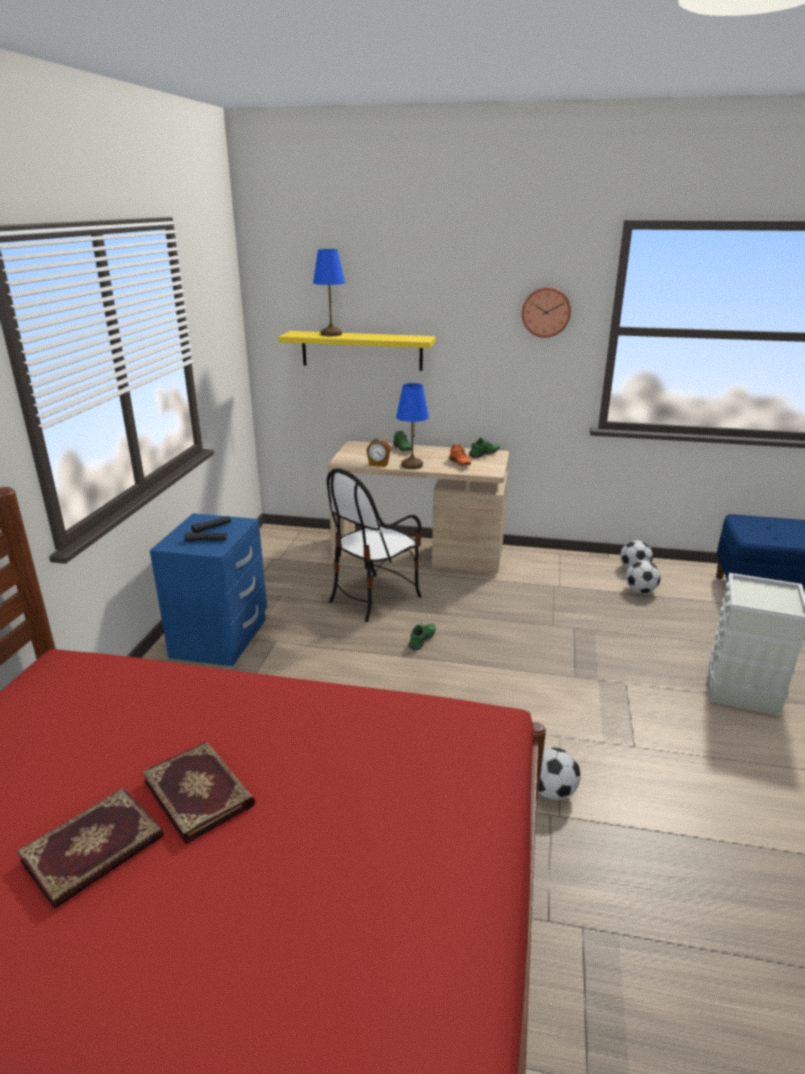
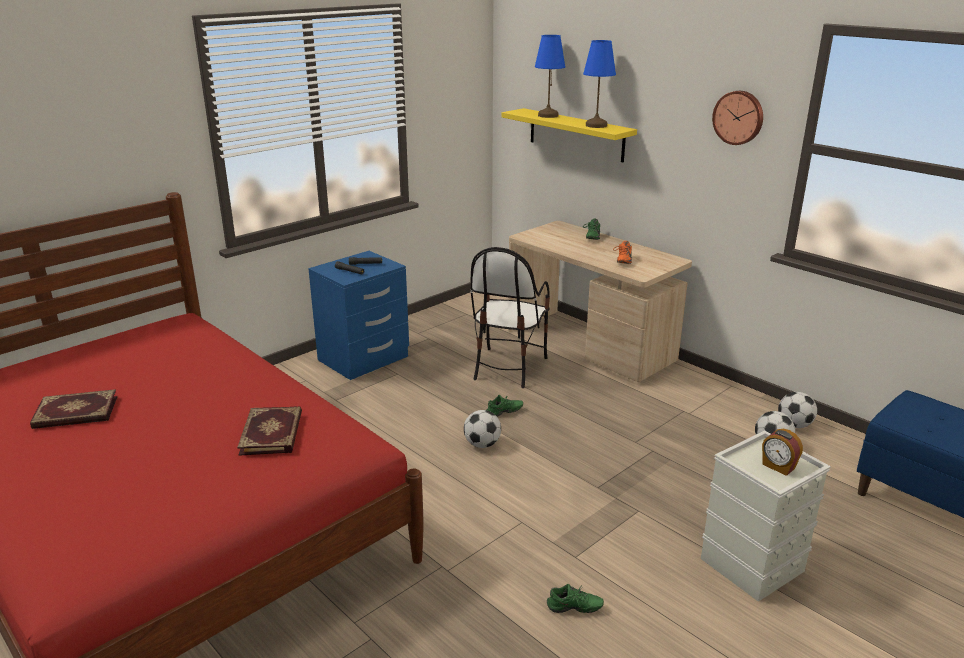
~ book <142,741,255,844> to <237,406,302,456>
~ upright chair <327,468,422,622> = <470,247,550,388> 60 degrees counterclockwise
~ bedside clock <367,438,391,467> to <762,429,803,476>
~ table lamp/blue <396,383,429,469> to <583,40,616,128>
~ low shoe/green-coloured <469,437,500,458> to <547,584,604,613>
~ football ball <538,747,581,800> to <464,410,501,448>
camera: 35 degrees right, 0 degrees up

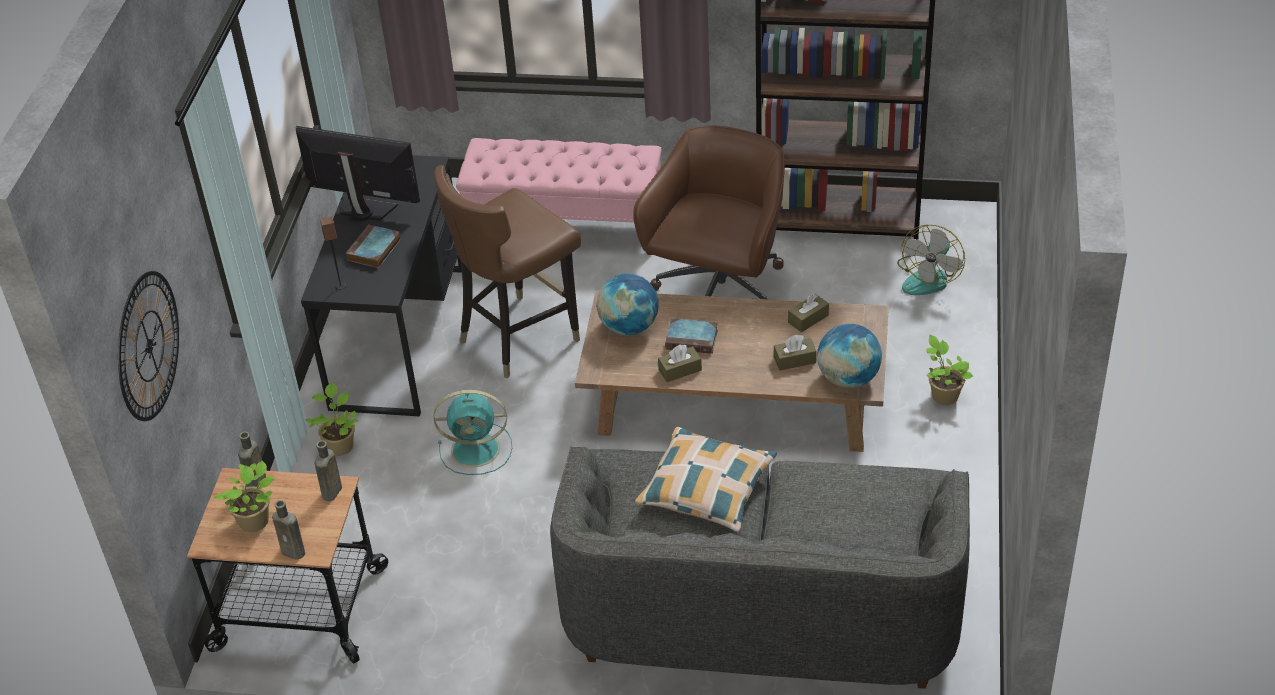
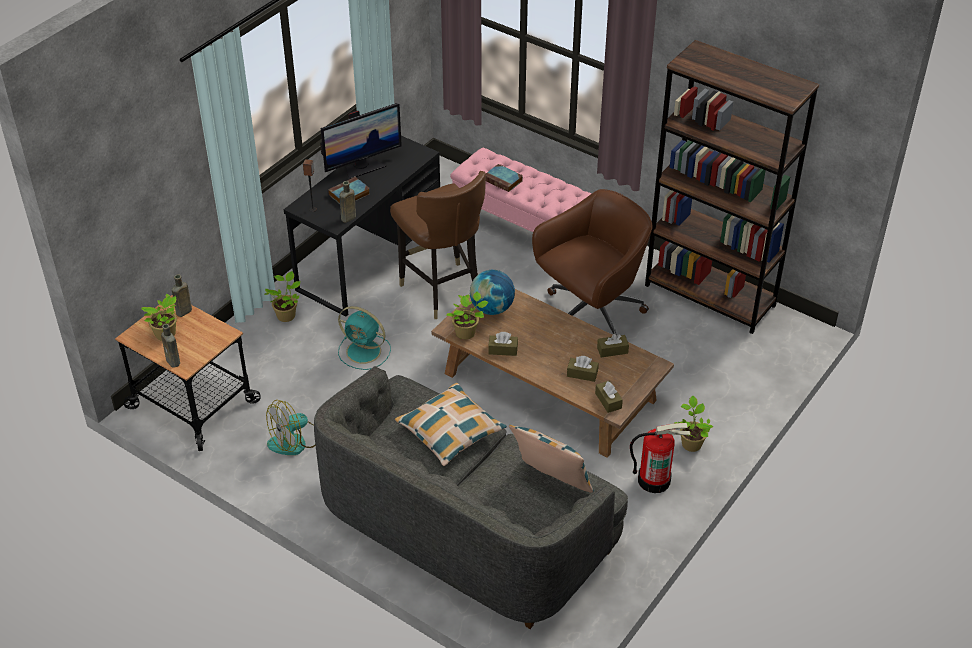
- hanging clock <118,271,179,421>
~ computer display <296,126,420,221> = <320,103,402,179> 105 degrees clockwise
~ beverage bottle/brownish <314,440,342,501> to <339,181,356,223>
~ upright chair/brownish <434,165,581,378> = <390,171,486,319> 105 degrees counterclockwise
~ book <665,318,718,354> to <486,164,523,192>
~ world globe <817,324,882,388> to tissue holder/brownish <595,381,623,413>
~ electric fan <897,225,965,295> to <266,400,316,455>
+ potted plant <446,291,489,339>
+ cushion <509,425,594,493>
+ fire extinguisher <630,423,690,493>
camera: 25 degrees right, 0 degrees up

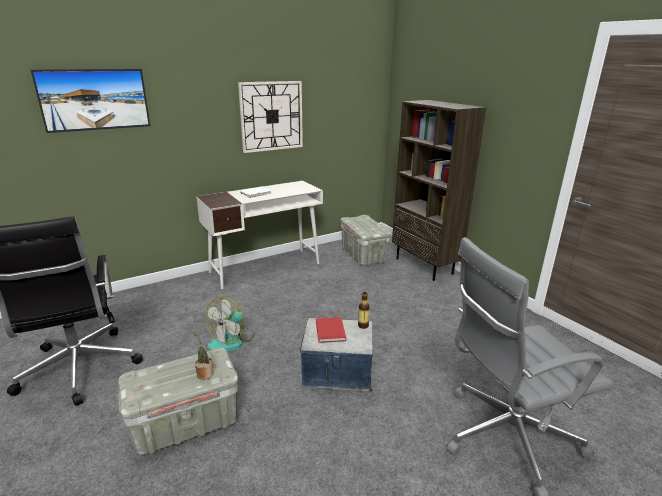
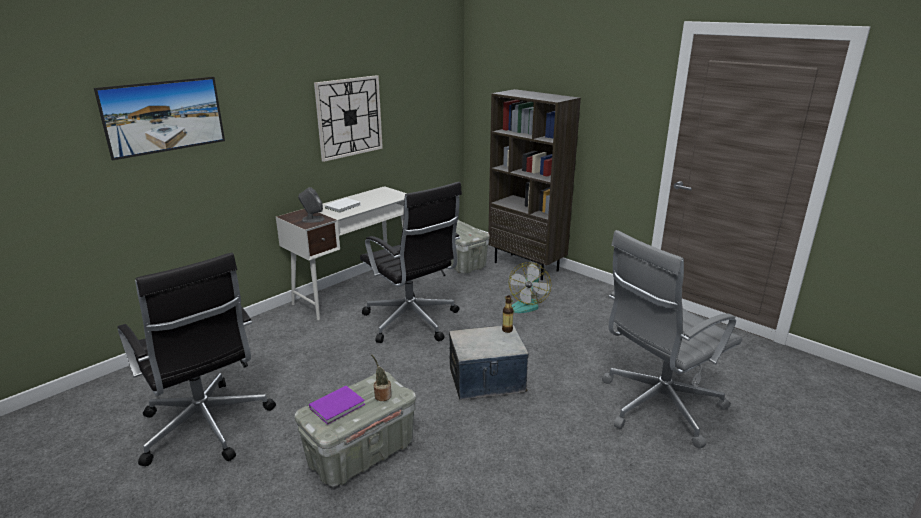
~ electric fan <206,296,255,351> to <505,262,551,313>
- book/reddish <316,317,346,343>
+ speaker/greyish <298,187,324,222>
+ book/purple <309,386,365,425>
+ computer chair/blackish <360,182,462,343>
camera: 15 degrees left, 0 degrees up

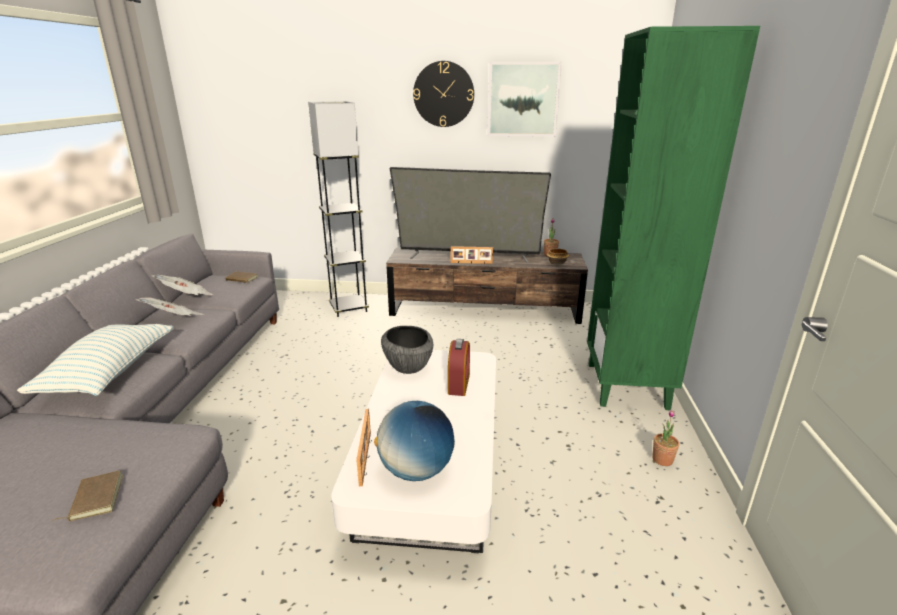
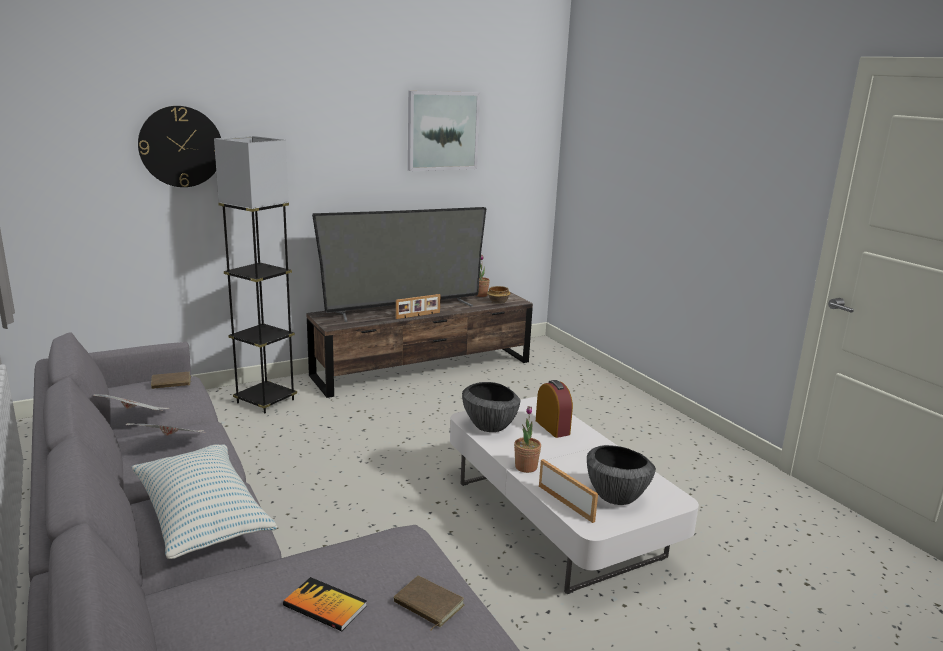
~ world globe <374,401,455,481> to bowl <587,445,656,505>
~ hanging clock <413,61,474,127> to <138,106,221,187>
- bookshelf/green-coloured <587,26,760,410>
~ potted plant <652,410,679,466> to <514,406,541,473>
+ book <283,577,367,631>
camera: 35 degrees left, 5 degrees down

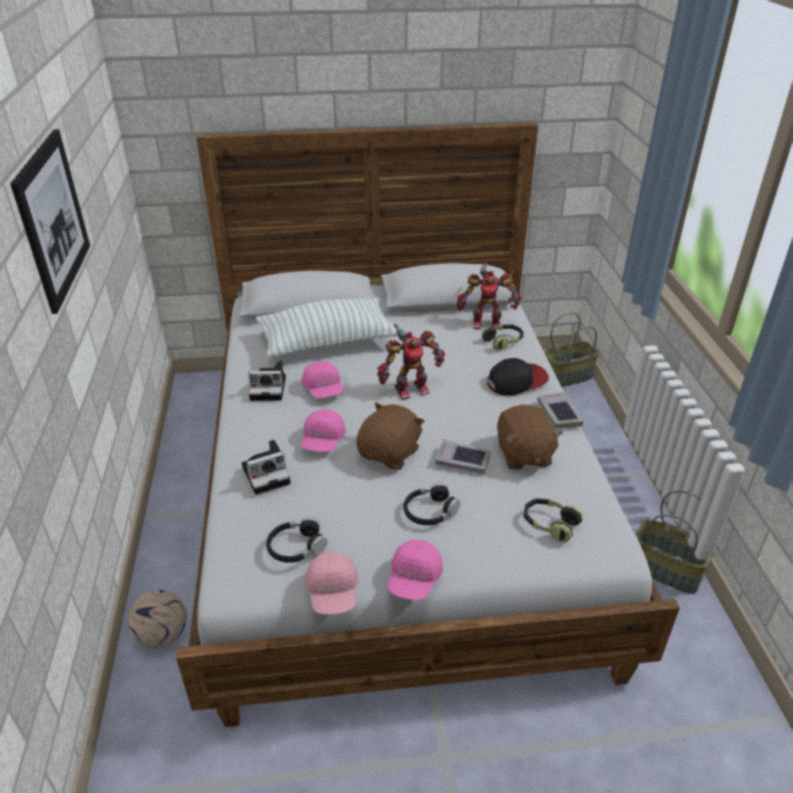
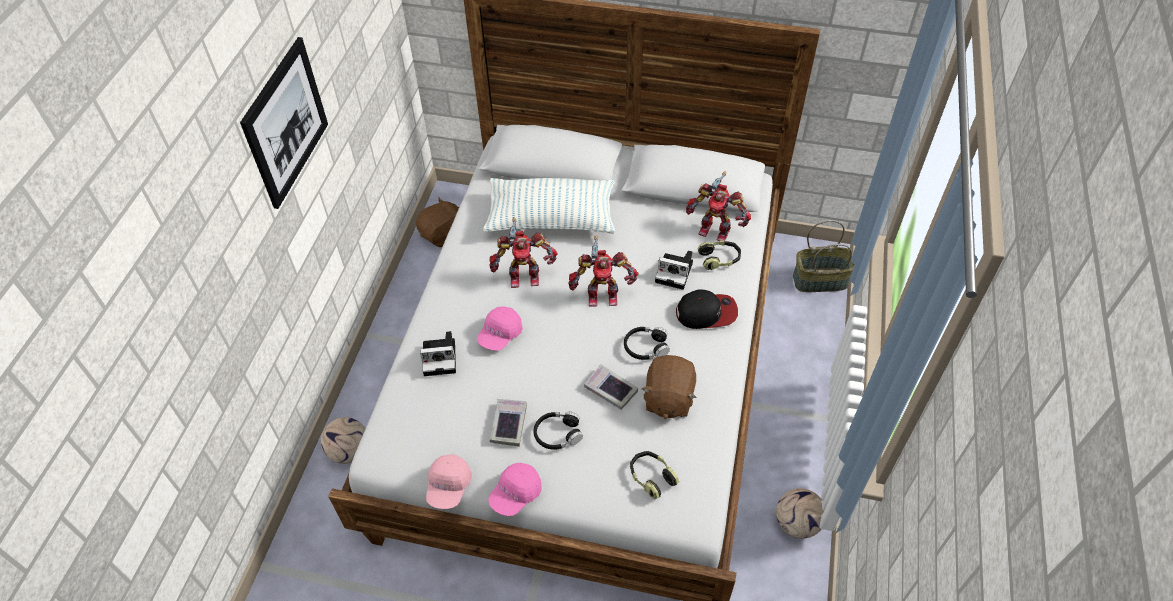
~ still camera <248,361,286,401> to <655,251,693,290>
~ headset/blackish <266,517,327,563> to <624,327,670,360>
~ baseball cap/pink-coloured <302,361,343,399> to robot figure <489,218,558,288>
~ cuddly toy/brownish <356,402,425,470> to <416,198,459,247>
~ book <537,392,583,428> to <490,399,527,447>
~ household basket <636,490,714,594> to football ball <776,488,824,539>
camera: 20 degrees right, 15 degrees up

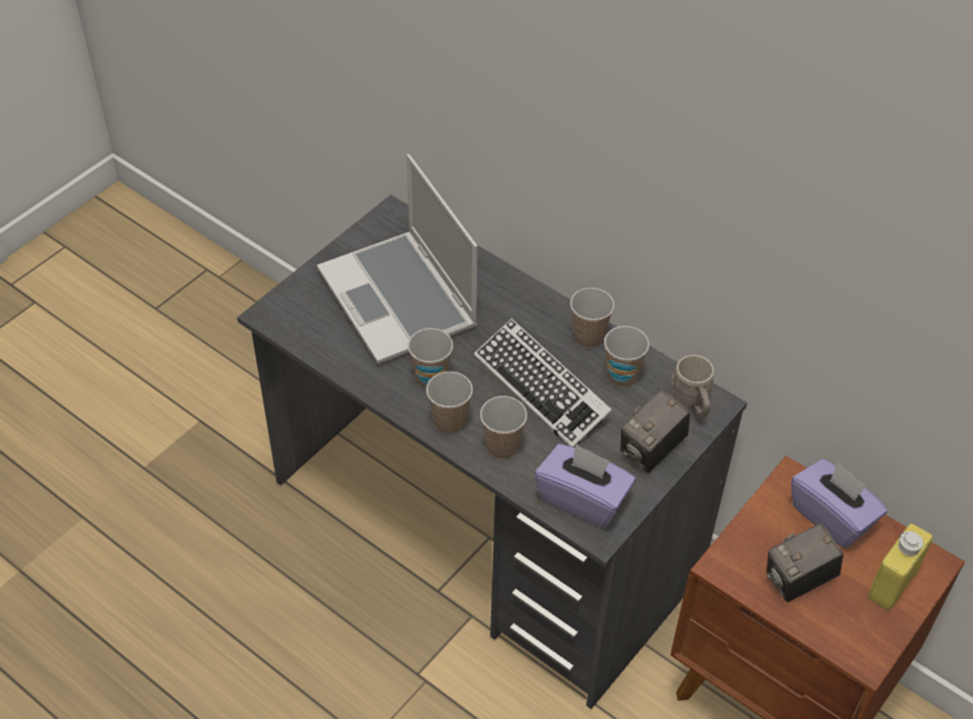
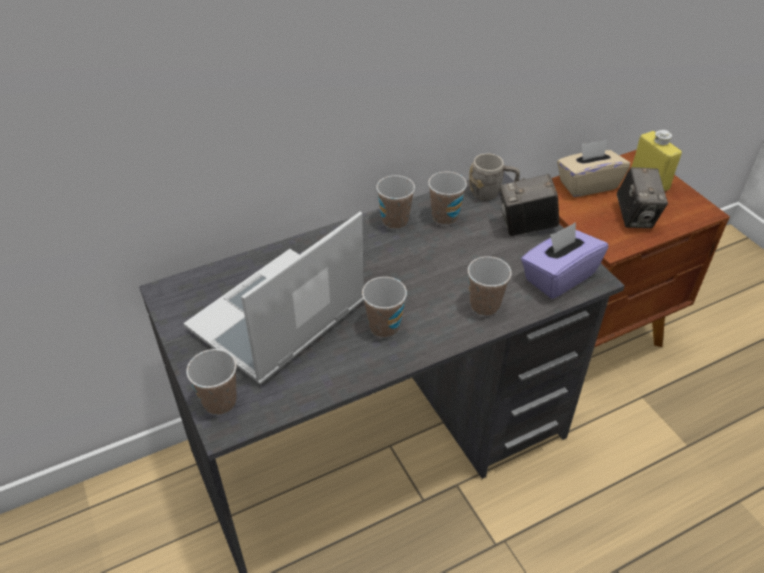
~ laptop <317,154,477,364> = <183,212,364,385> 135 degrees clockwise
~ small cup <426,371,473,434> to <186,349,237,415>
- PC keyboard <474,318,612,447>
~ still camera <620,389,690,473> = <500,174,559,236> 105 degrees clockwise
~ tissue holder/purple <791,459,888,548> to tissue holder/beige-coloured <557,140,630,197>
camera: 65 degrees left, 5 degrees down

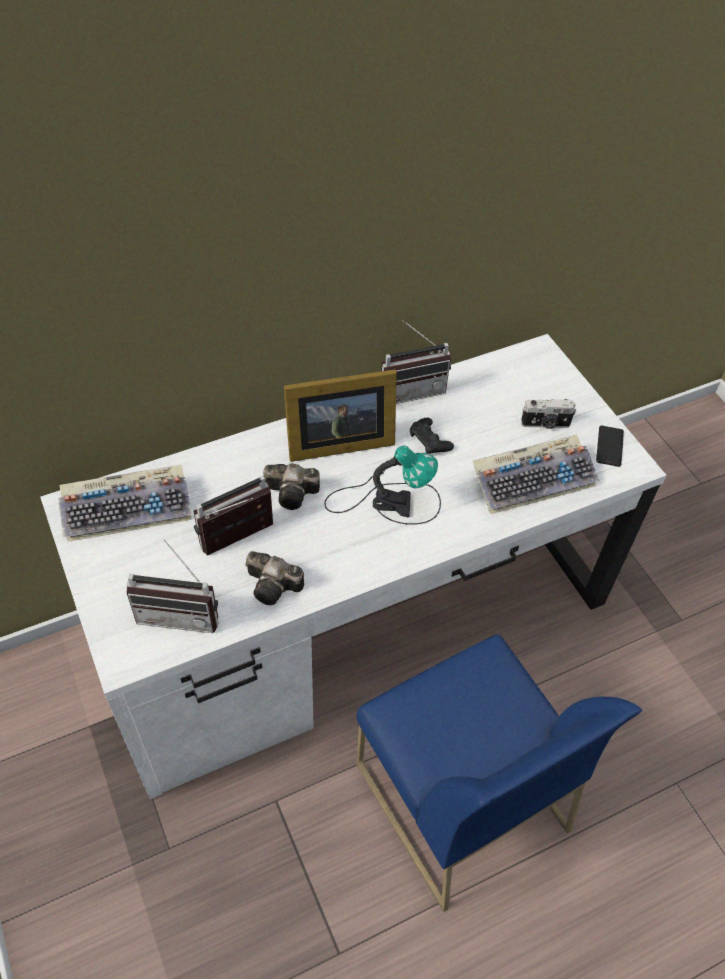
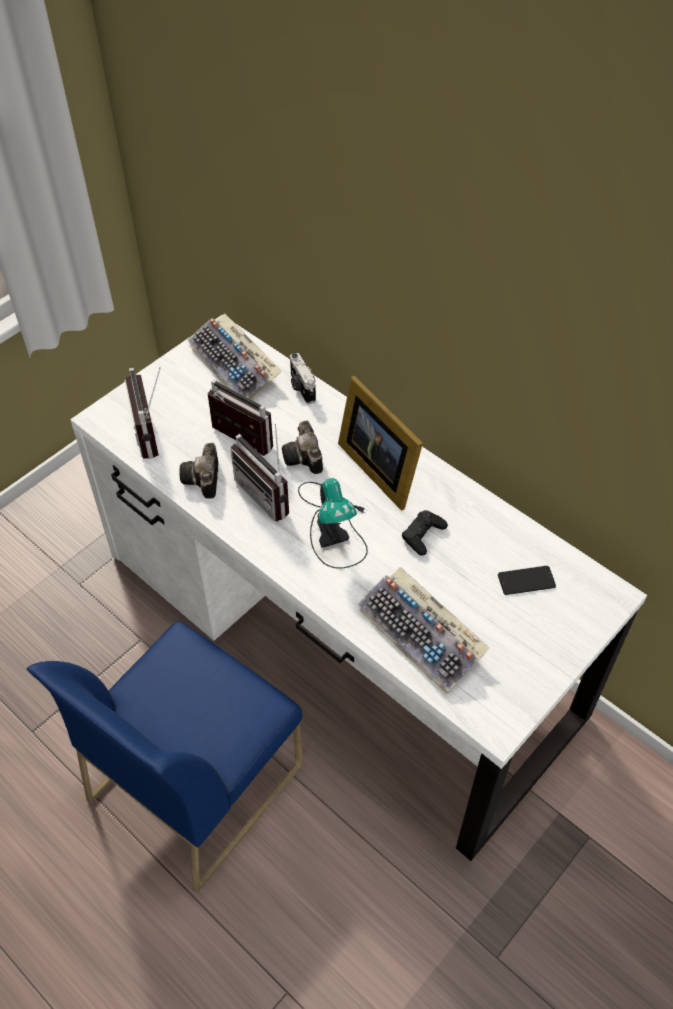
~ radio set <381,320,451,404> to <231,424,289,522>
~ still camera <521,399,576,429> to <290,353,316,404>
~ telephone <596,426,624,467> to <498,566,556,595>
camera: 70 degrees right, 0 degrees up

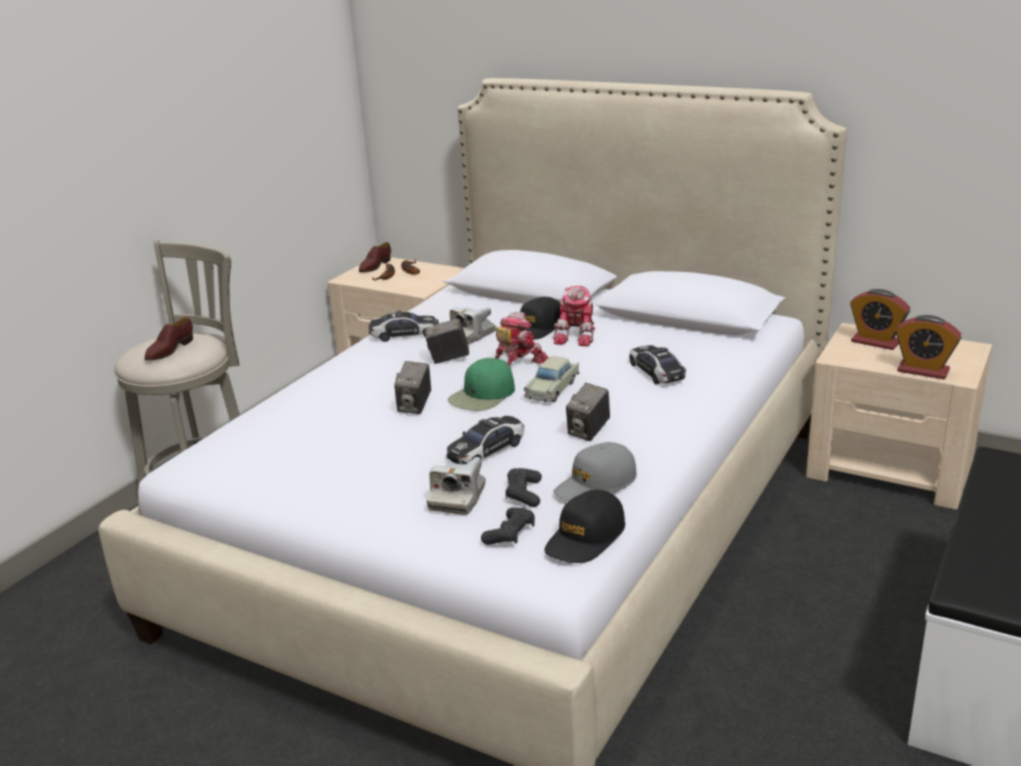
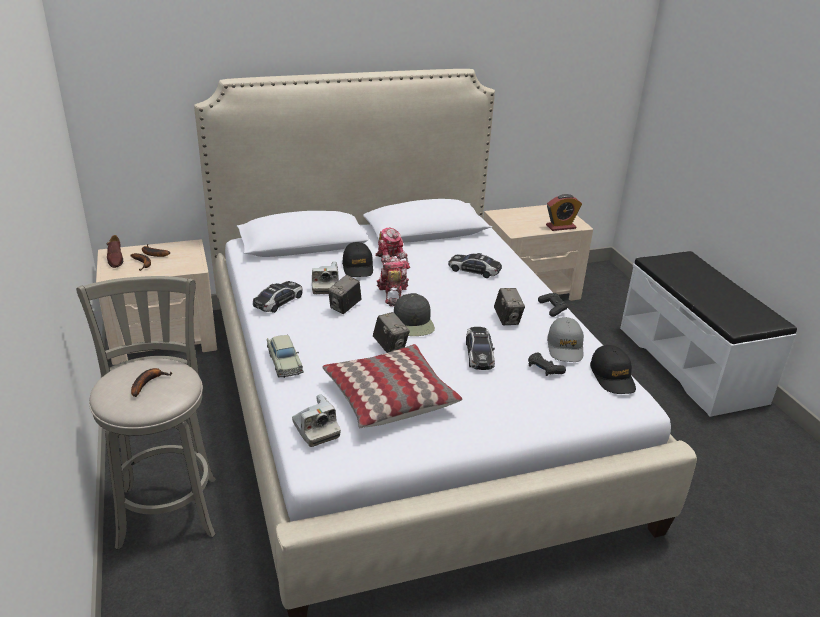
~ low shoe/brownish <144,317,193,360> to banana <131,368,172,397>
~ still camera <427,457,486,515> to <292,394,341,447>
~ baseball cap/green-coloured <448,358,515,411> to baseball cap/blackish <394,293,435,336>
~ joypad/blackish <481,507,535,545> to <538,293,568,317>
~ toy car/beige-coloured <524,356,579,402> to <267,335,303,378>
- bedside clock <850,289,910,350>
+ cushion <322,344,462,428>
camera: 50 degrees left, 5 degrees up

